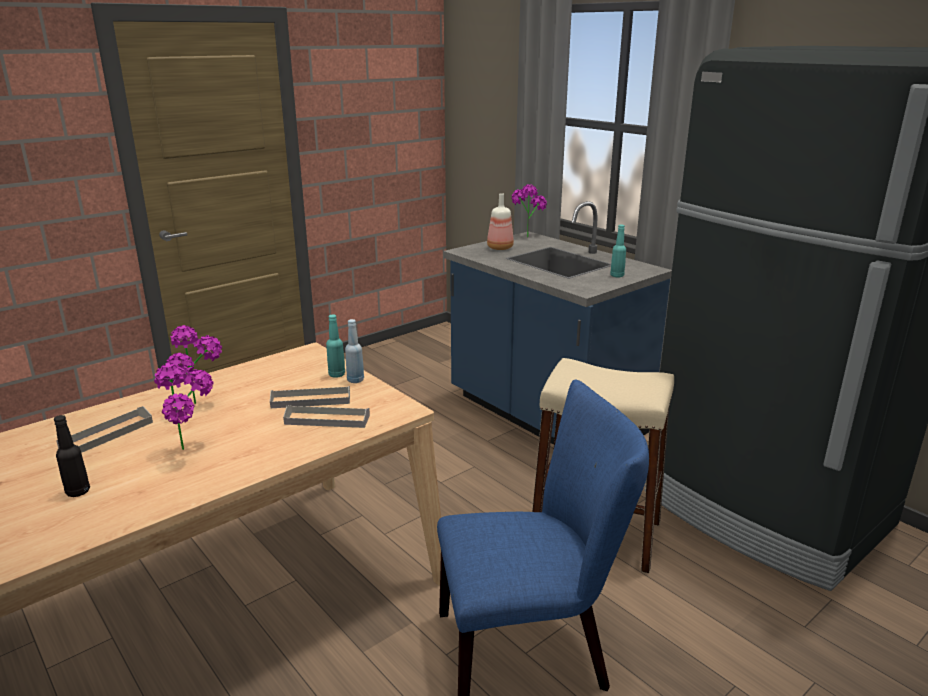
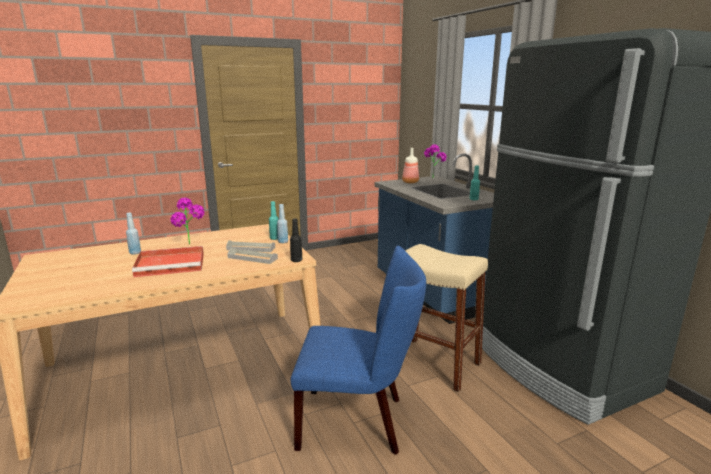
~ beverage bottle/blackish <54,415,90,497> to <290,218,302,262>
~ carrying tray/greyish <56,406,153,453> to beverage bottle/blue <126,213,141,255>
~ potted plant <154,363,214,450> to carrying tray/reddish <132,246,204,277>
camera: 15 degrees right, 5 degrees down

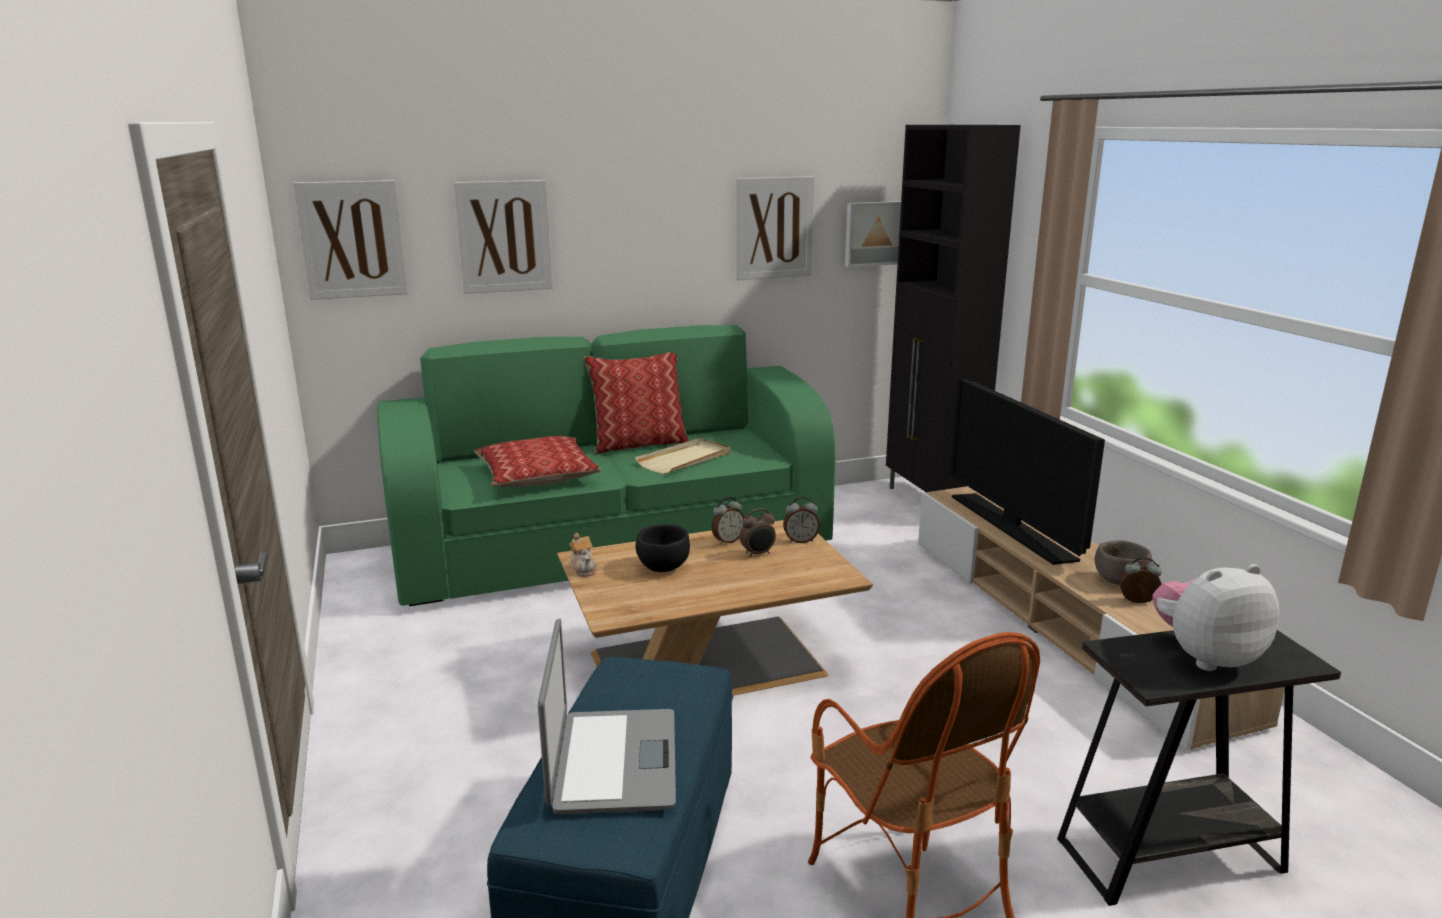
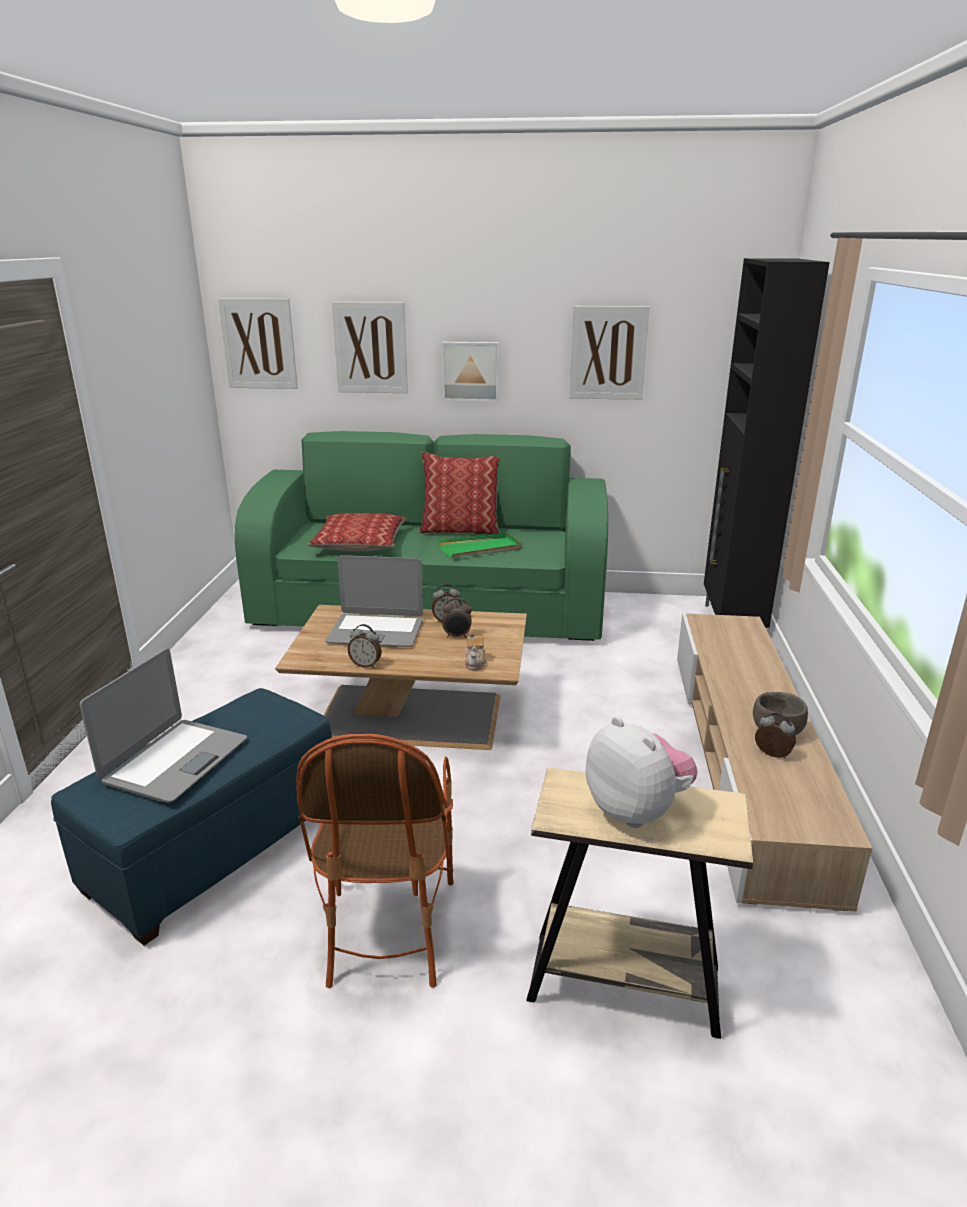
~ tea pot <569,533,597,577> to <465,631,486,670>
~ carrying tray/beige-coloured <635,438,730,474> to carrying tray/green-coloured <437,532,522,558>
~ bowl/blackish <636,524,690,572> to laptop <326,555,423,647>
~ bedside clock <783,496,820,543> to <348,624,382,668>
~ picture <845,201,901,267> to <441,342,499,402>
- TV <950,378,1105,565>
~ end table/blackish <1057,630,1341,906> to end table/beige-coloured <526,767,753,1039>
~ cuddly toy <1152,564,1279,671> = <586,717,698,828> 45 degrees clockwise
camera: 25 degrees right, 5 degrees up

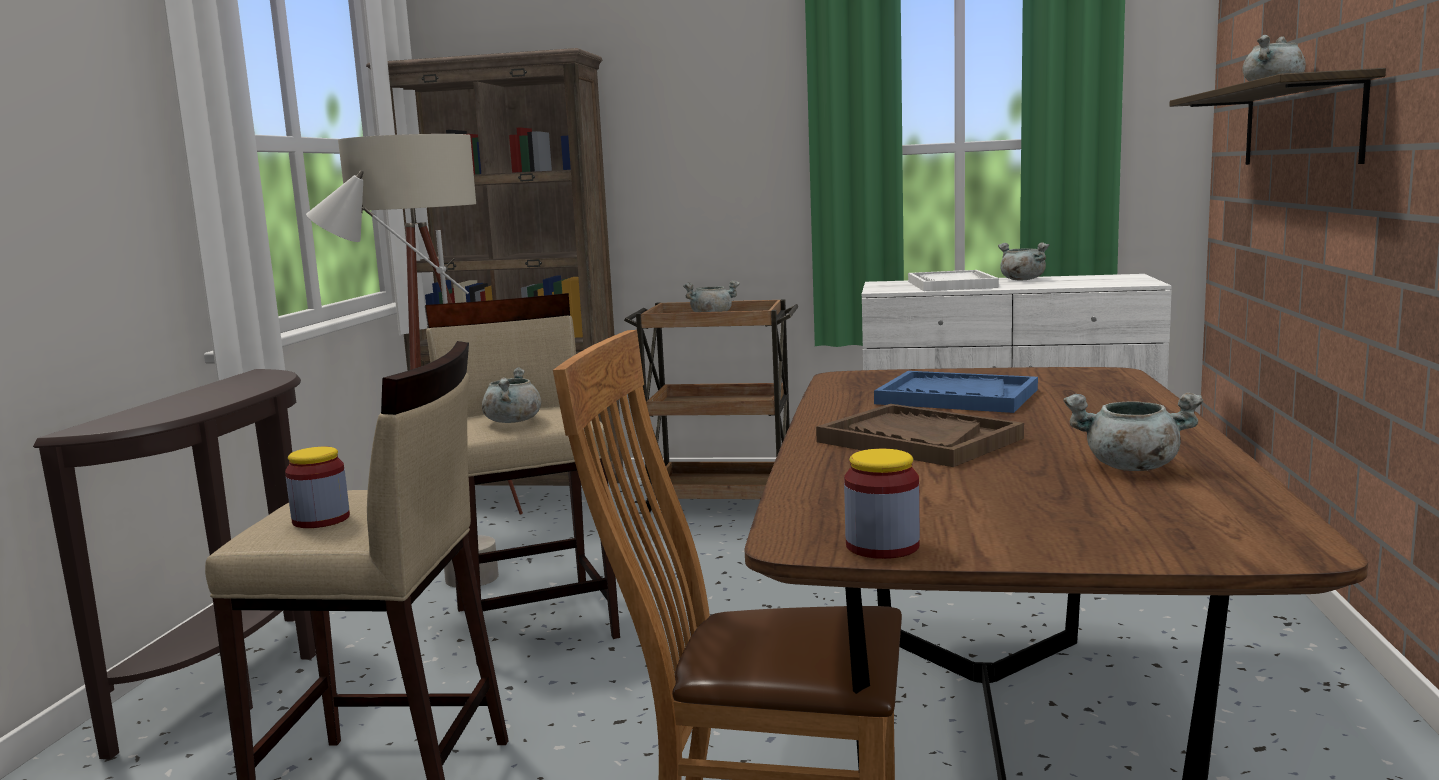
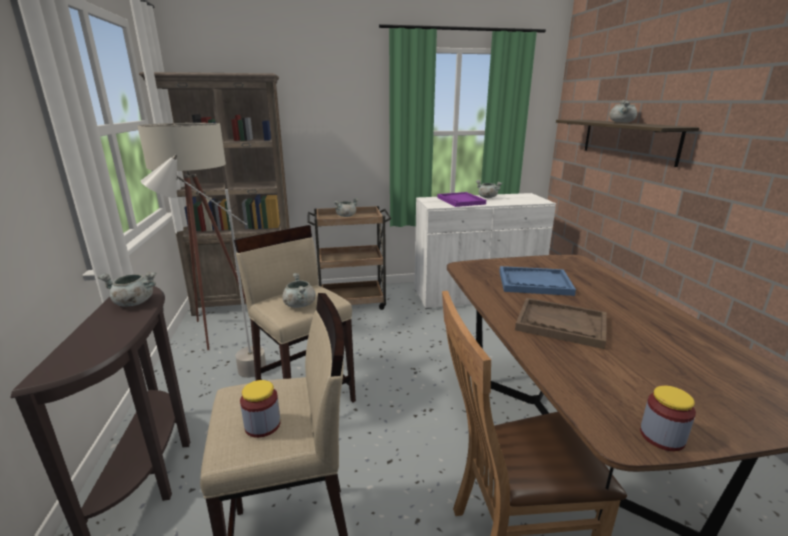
~ carrying tray/white-coloured <908,270,999,291> to carrying tray/purple <437,192,486,207>
~ saucepot/greyish <1063,392,1203,471> to <98,272,156,307>
camera: 20 degrees left, 10 degrees up

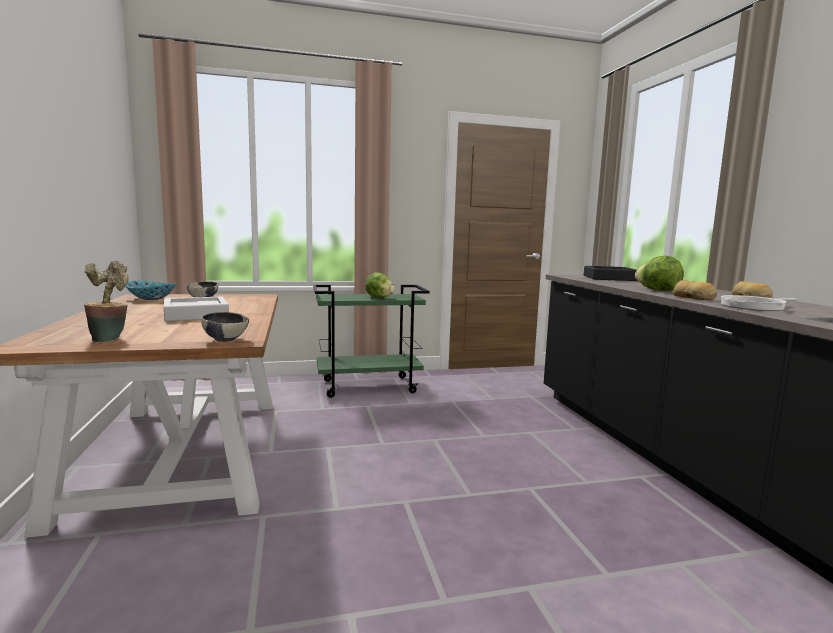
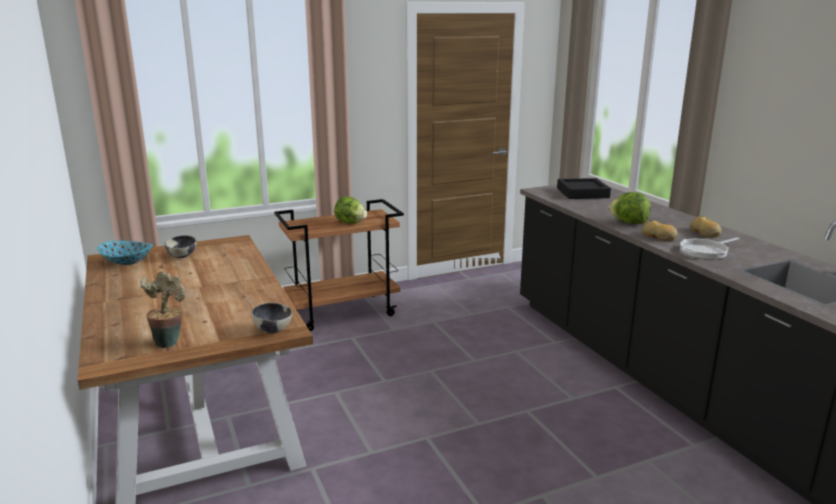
- carrying tray/greyish <164,297,229,321>
~ trolley/green-coloured <313,285,430,398> to trolley/brownish <274,199,404,331>
camera: 10 degrees left, 10 degrees up

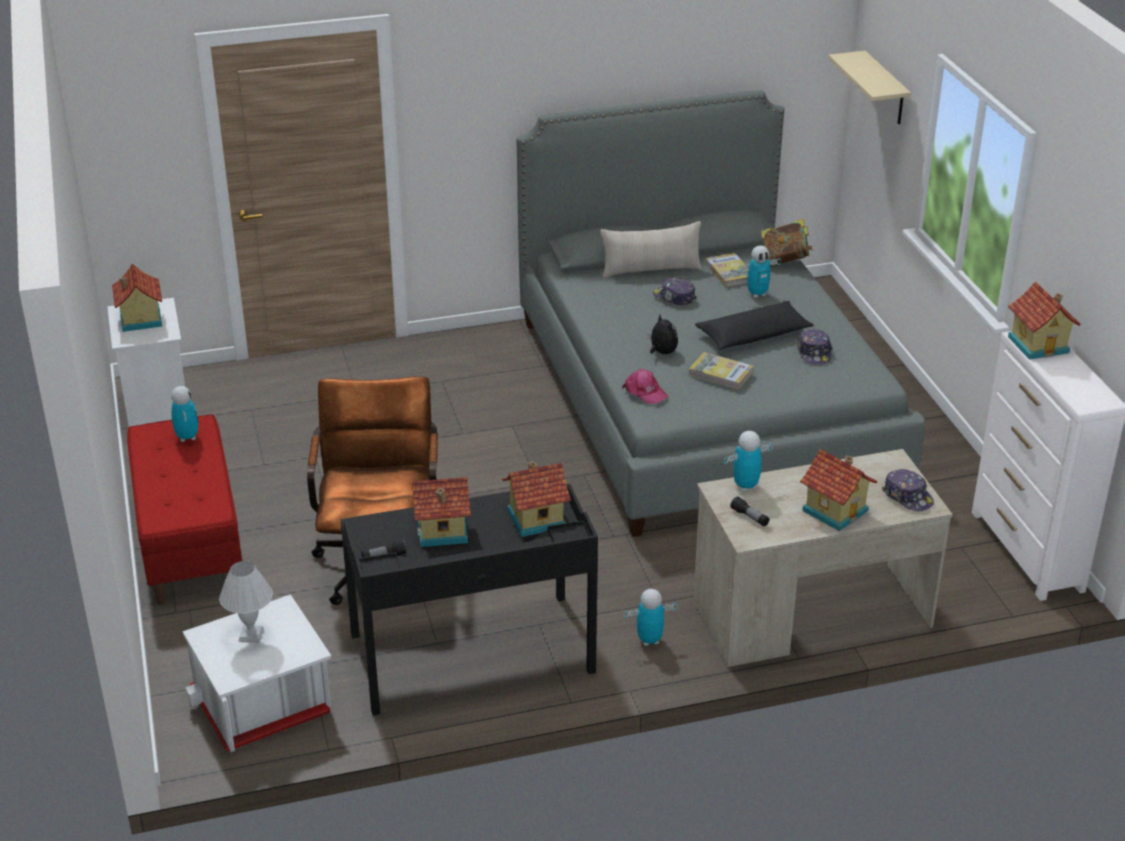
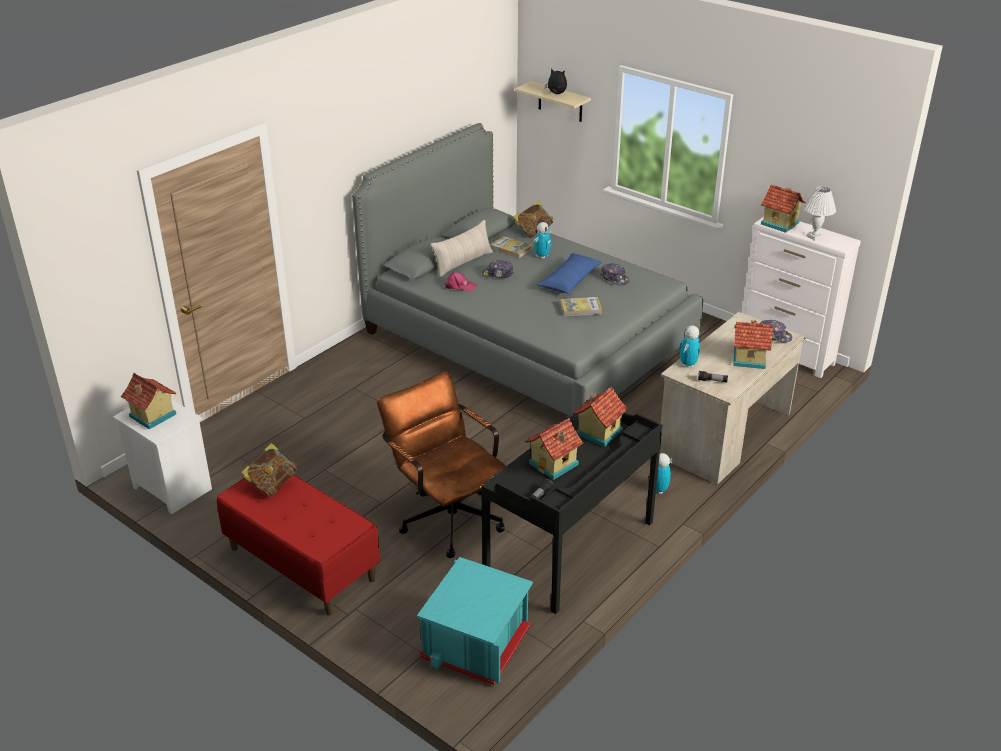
~ robot figure <171,386,199,442> to book <241,443,297,498>
~ storage box/white-coloured <183,594,332,752> to storage box/blue-green <417,557,533,685>
~ table lamp/white-coloured <219,561,273,643> to <804,186,836,241>
~ baseball cap/pink-coloured <622,369,668,404> to <445,272,477,292>
~ cuddly toy <647,315,678,354> to <544,68,567,94>
~ cushion/blackish <695,301,814,350> to cushion/blue <537,253,602,294>
camera: 35 degrees left, 0 degrees up

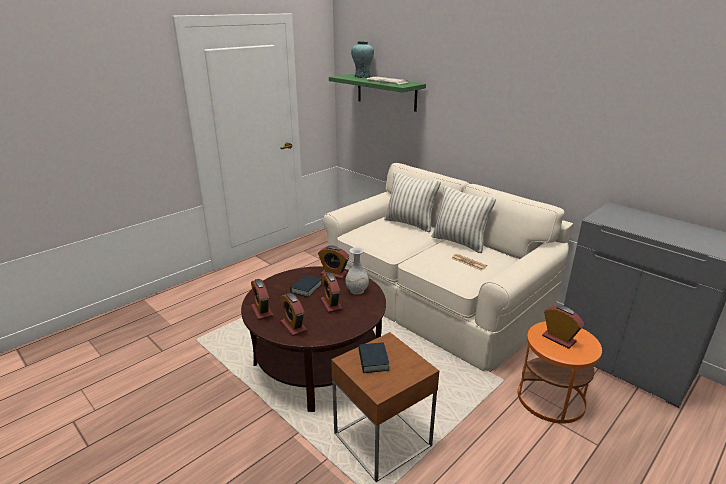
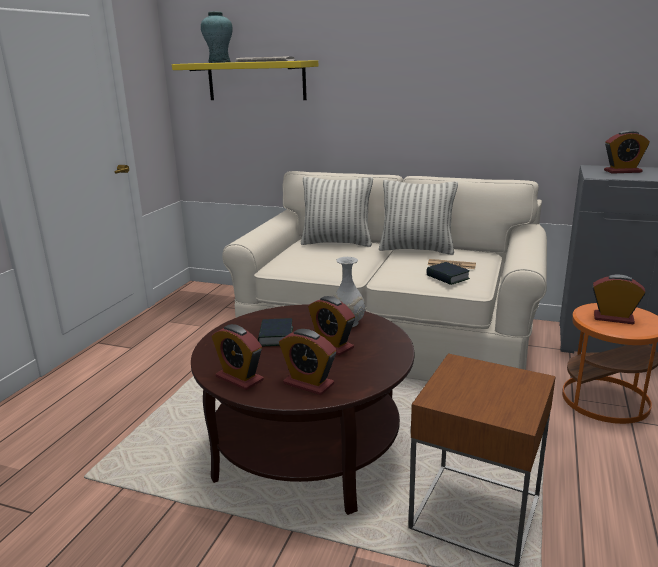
~ bedside clock <318,246,349,279> to <604,130,650,174>
~ wall shelf/green-coloured <329,74,426,112> to wall shelf/yellow-coloured <172,60,318,100>
~ book <358,343,389,373> to <426,262,470,285>
camera: 25 degrees left, 5 degrees down

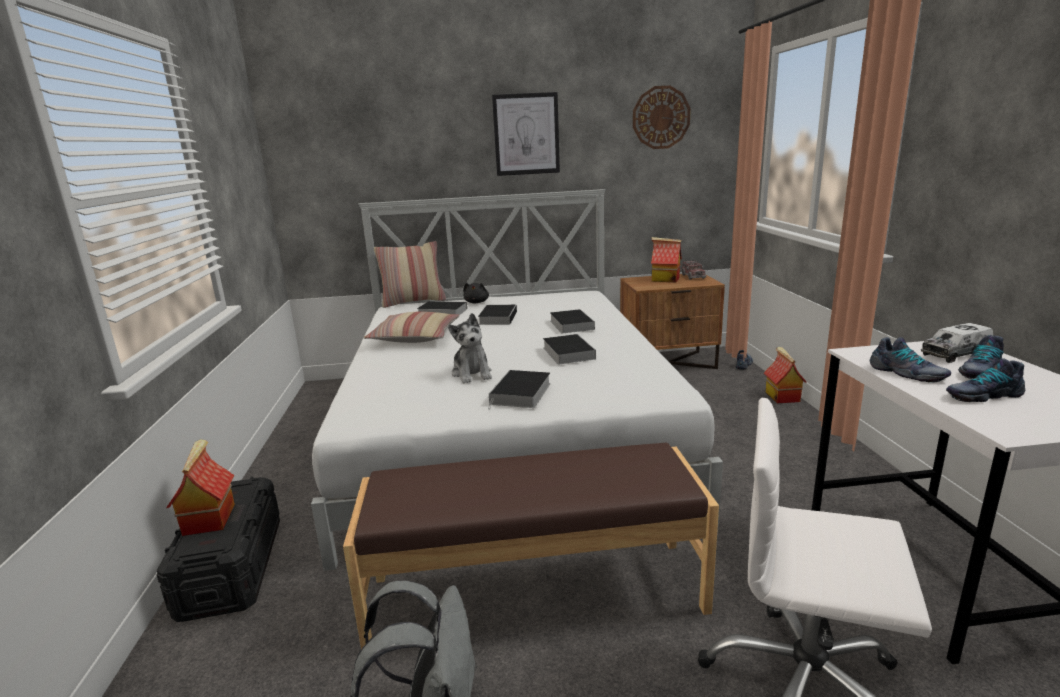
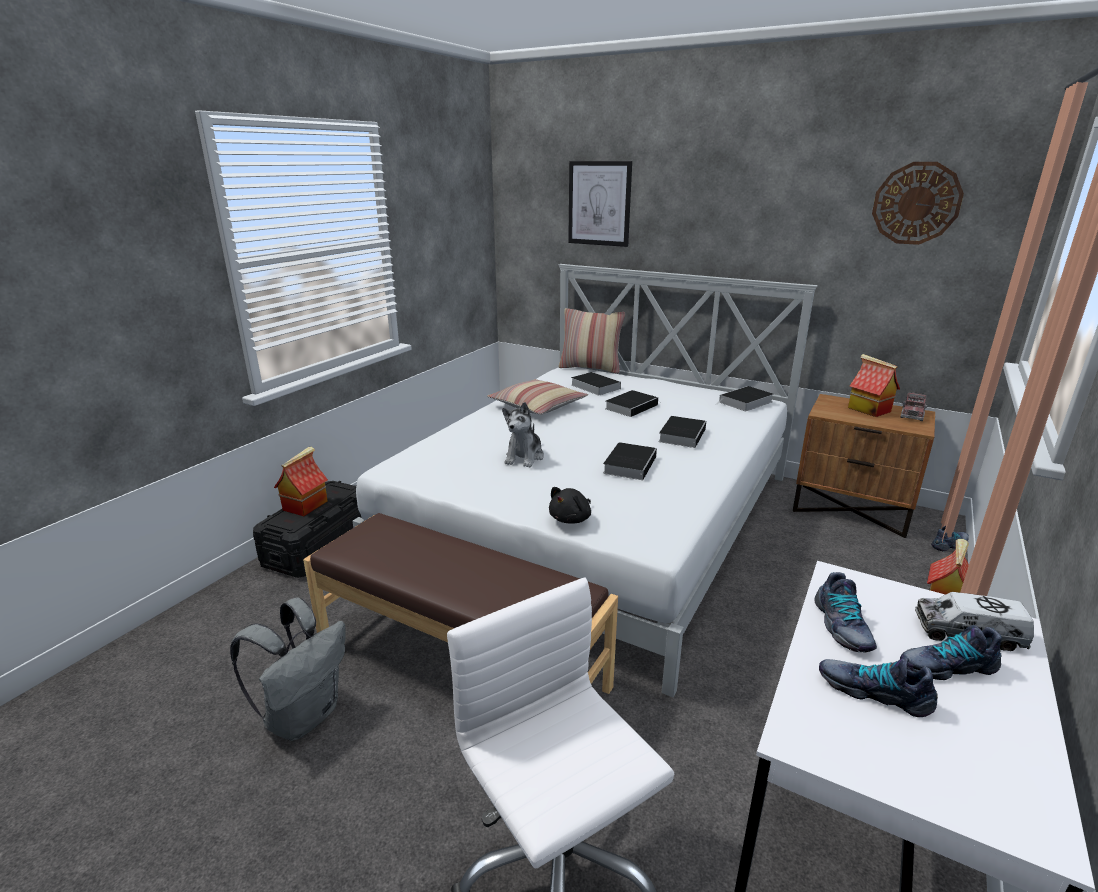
~ cuddly toy/blackish <463,283,489,303> to <549,487,591,524>
~ book <488,370,551,410> to <715,386,774,411>
~ picture <492,92,560,176> to <568,161,632,247>
camera: 35 degrees right, 5 degrees up

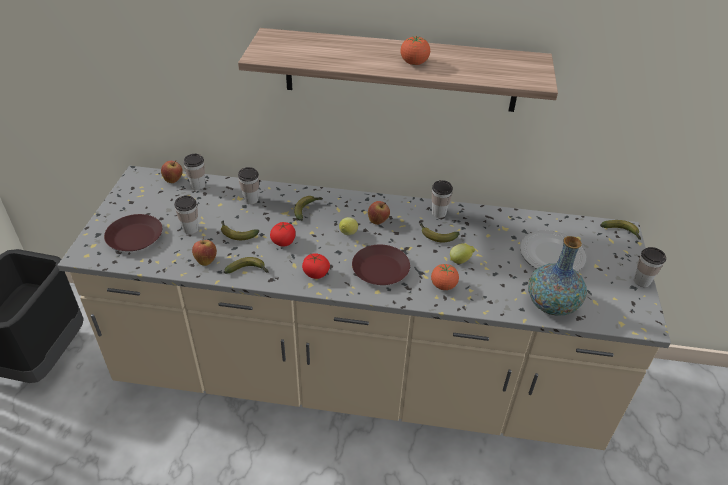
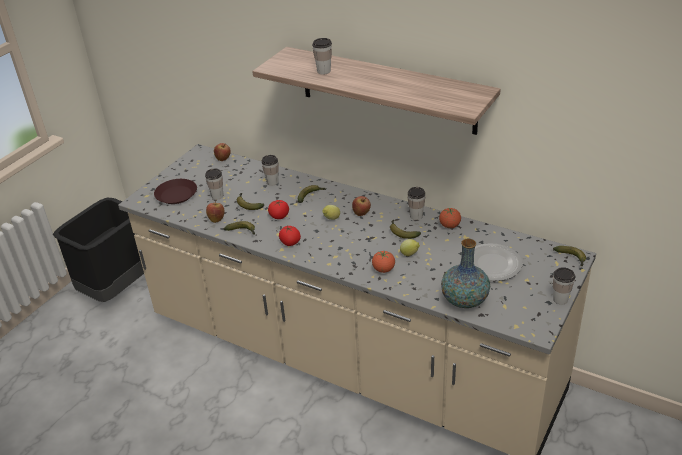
~ small cup <183,154,205,190> to <312,38,332,74>
- dinner plate/brownish <352,245,410,285>
~ fresh tomato <400,36,430,65> to <439,208,461,228>
camera: 25 degrees right, 5 degrees down

